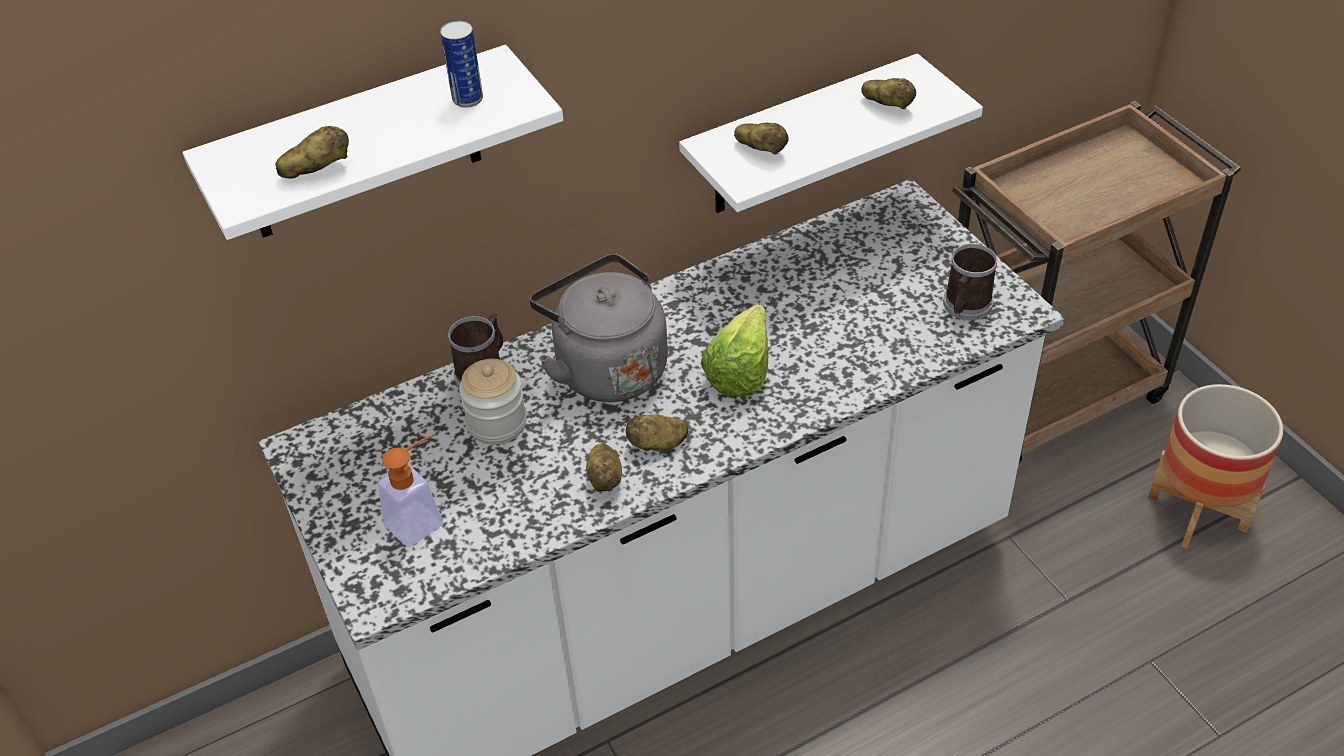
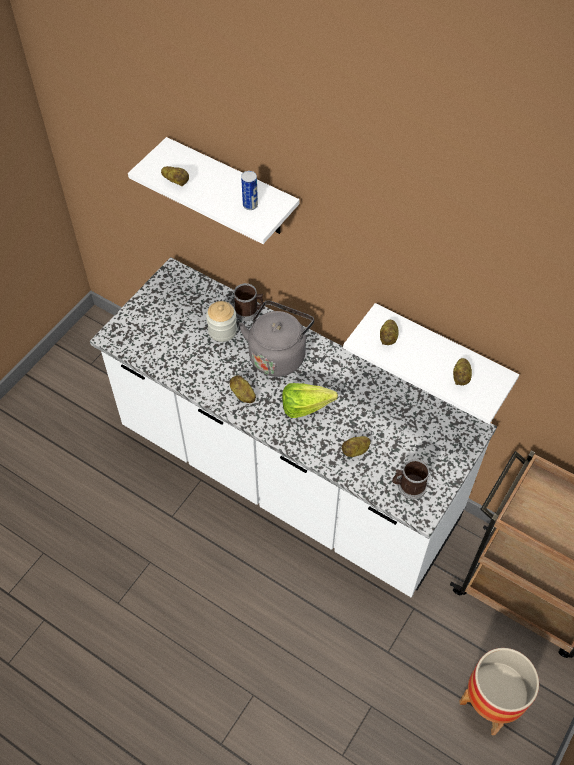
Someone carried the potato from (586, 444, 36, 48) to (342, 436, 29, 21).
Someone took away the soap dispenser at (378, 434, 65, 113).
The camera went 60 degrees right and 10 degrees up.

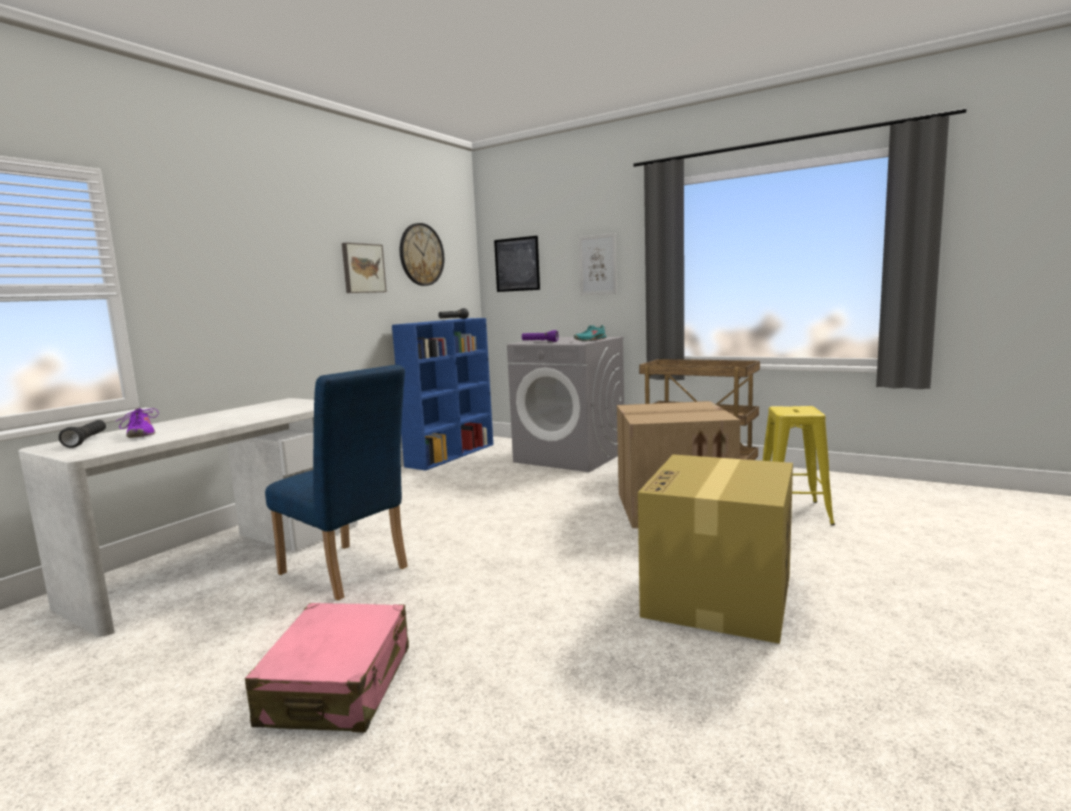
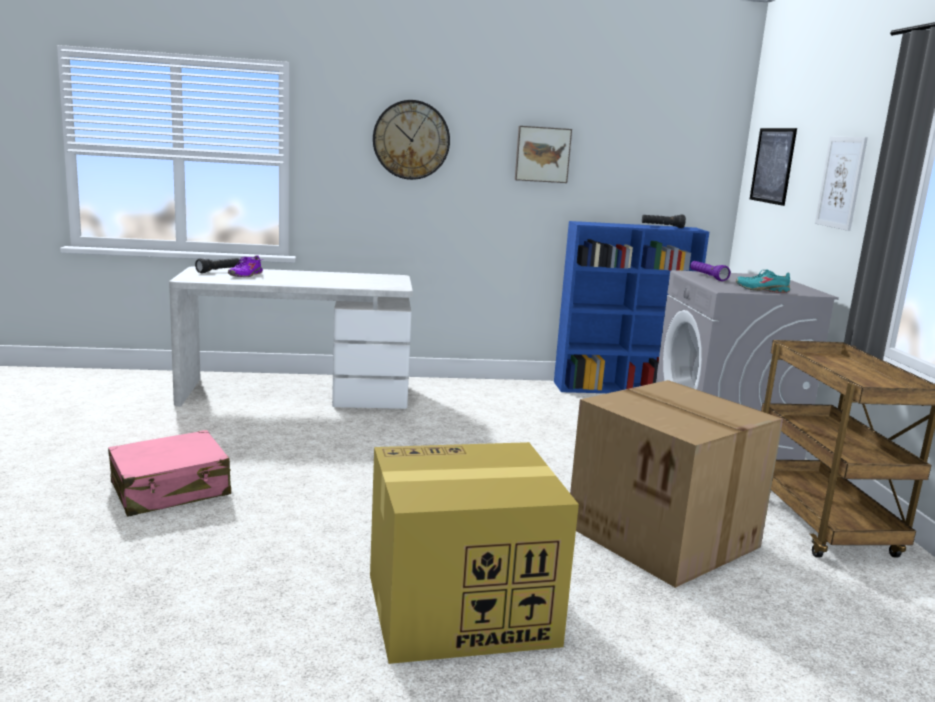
Someone carried the wall clock from (400, 223, 44, 63) to (373, 100, 77, 80).
Someone took away the chair (blue) at (265, 365, 143, 235).
Someone took away the stool (yellow) at (763, 406, 72, 119).
The camera went 50 degrees right and 5 degrees up.

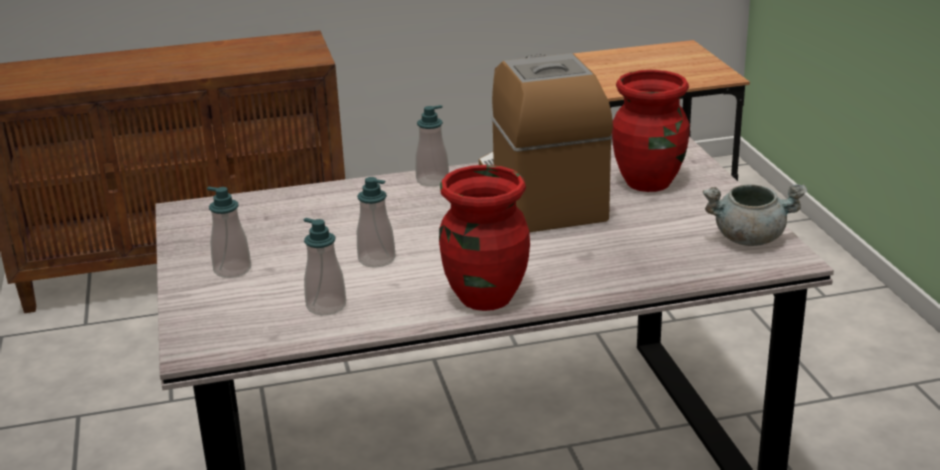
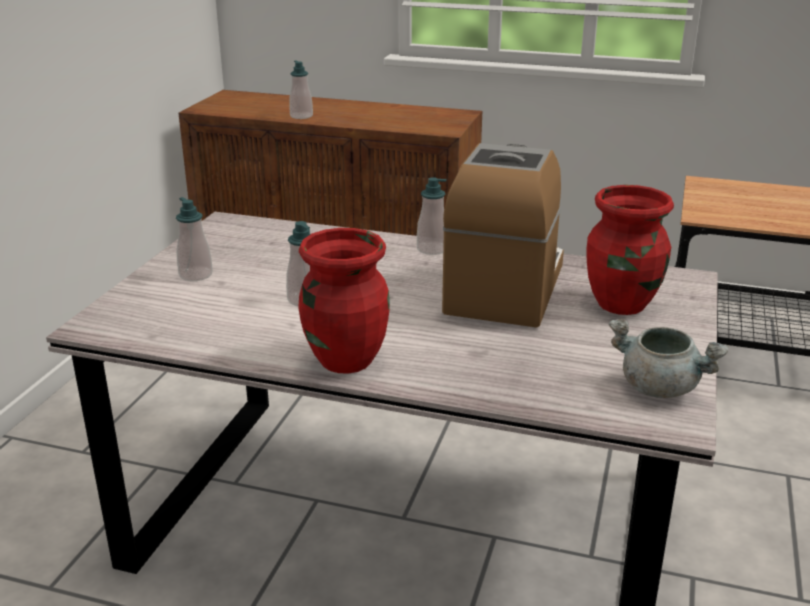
Someone carried the soap dispenser from (303, 218, 43, 97) to (289, 60, 24, 59).
The camera went 30 degrees right and 0 degrees up.

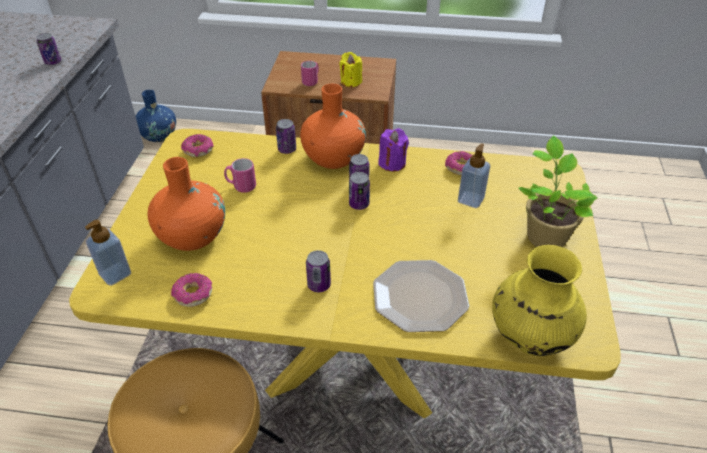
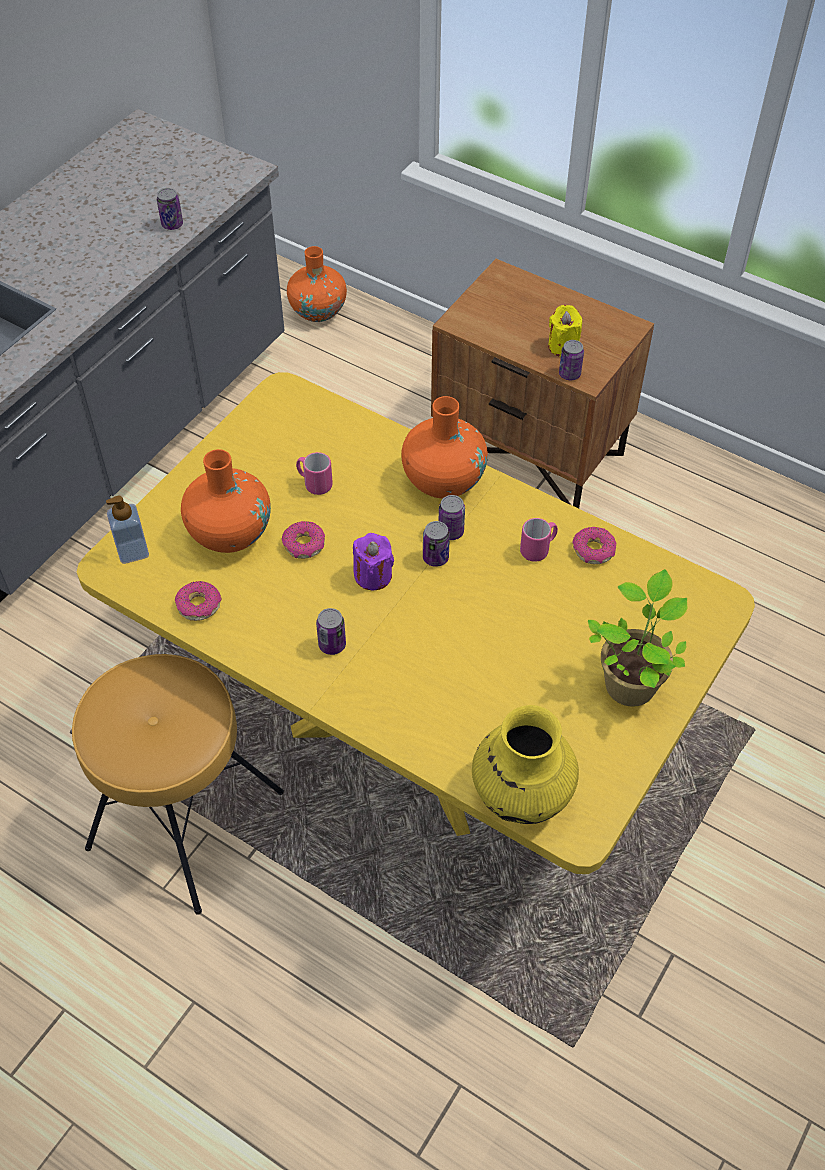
Someone carried the donut from (181, 134, 33, 23) to (282, 521, 43, 38).
Someone repainted the vase (blue) at (136, 90, 40, 52), which became the vase (orange) at (287, 246, 60, 76).
Someone carried the candle (purple) from (378, 128, 31, 43) to (353, 533, 41, 57).
Someone carried the mug (pink) from (301, 61, 18, 25) to (520, 518, 38, 44).
Someone carried the can from (276, 119, 20, 35) to (559, 340, 25, 40).
Someone took away the plate at (373, 260, 96, 72).
Someone took away the soap dispenser at (458, 144, 32, 64).
The camera went 25 degrees right and 10 degrees up.

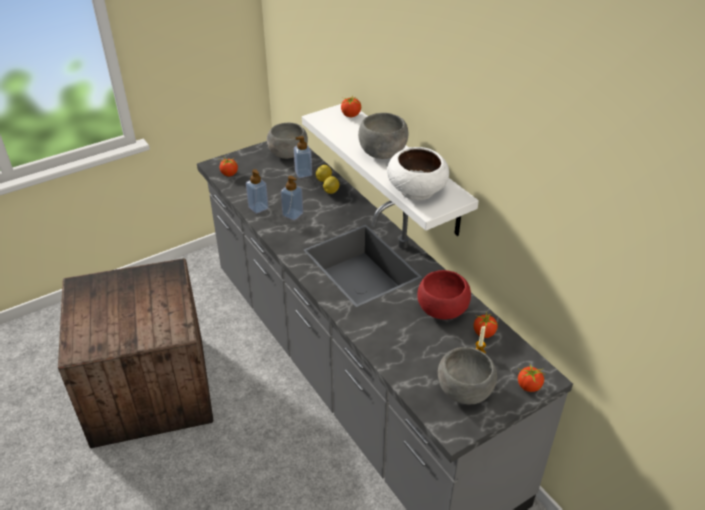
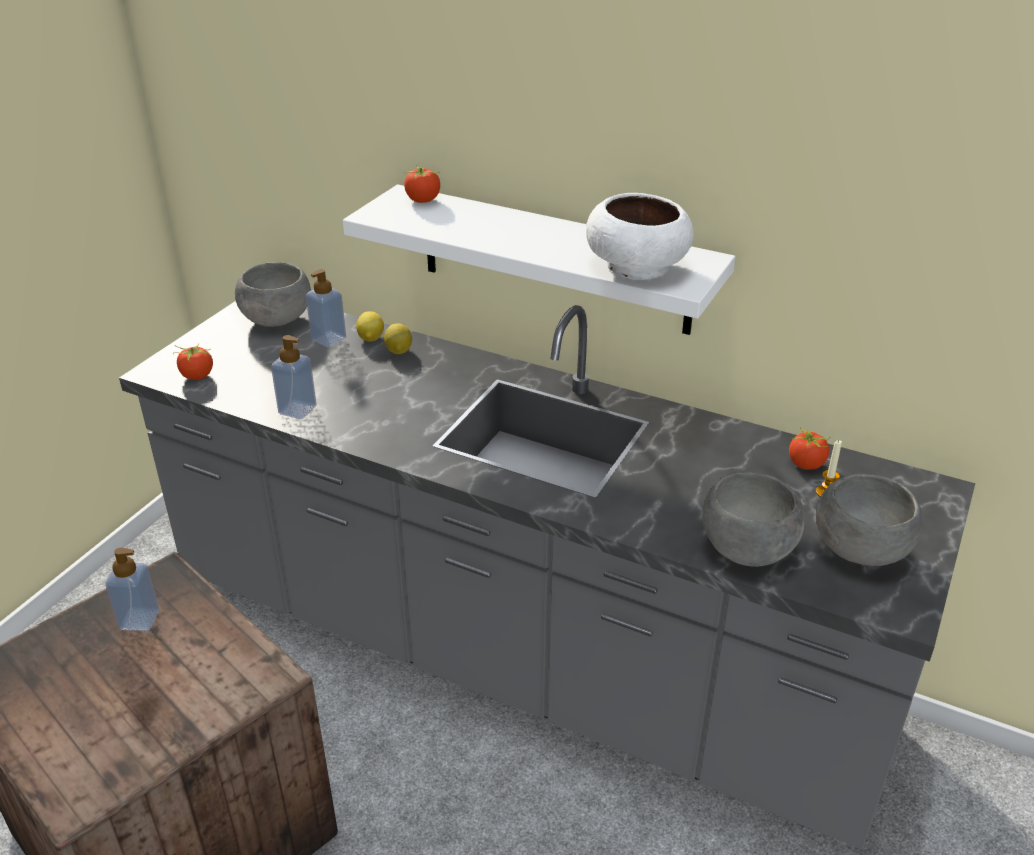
Someone carried the soap dispenser from (281, 176, 22, 44) to (105, 547, 54, 84).
Someone carried the bowl (grey) from (358, 113, 51, 46) to (702, 472, 103, 95).
Someone took away the bowl (red) at (417, 270, 54, 49).
Someone took away the tomato at (518, 365, 26, 27).
The camera went 30 degrees left and 5 degrees down.

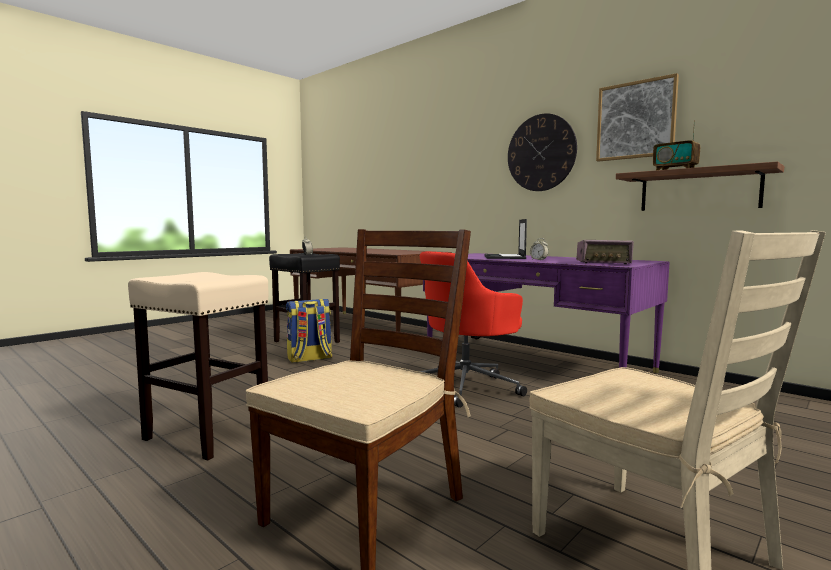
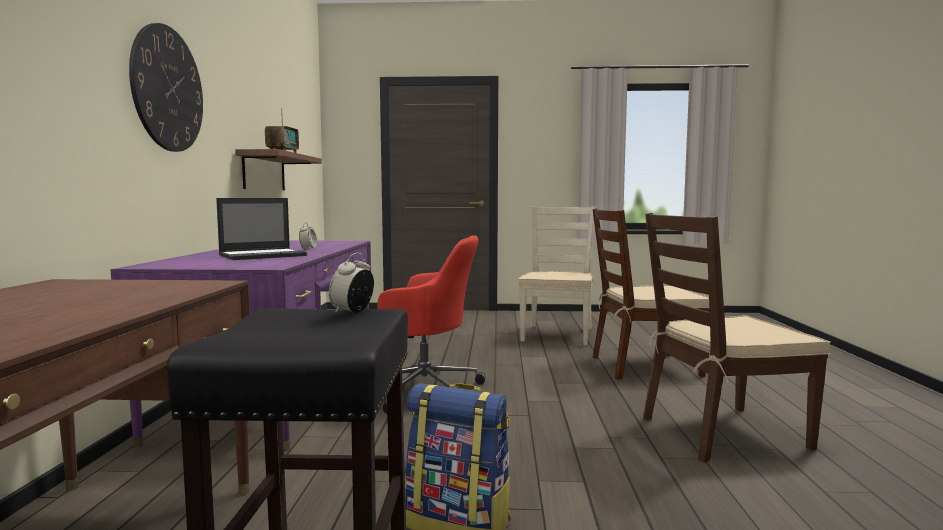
Someone swapped the stool (beige) at (128, 272, 140, 189) for the chair (brown) at (643, 213, 188, 249).
Someone took away the radio at (576, 240, 58, 24).
Someone took away the picture at (596, 73, 83, 89).
The camera went 130 degrees left and 0 degrees up.

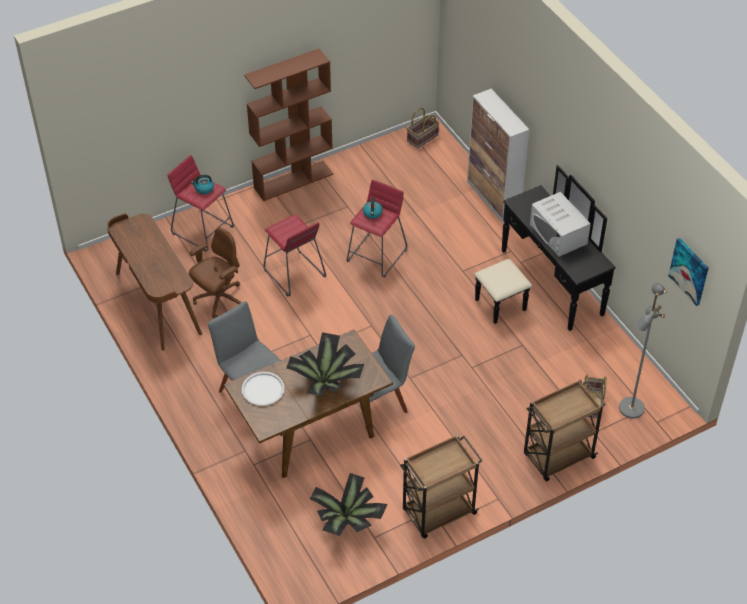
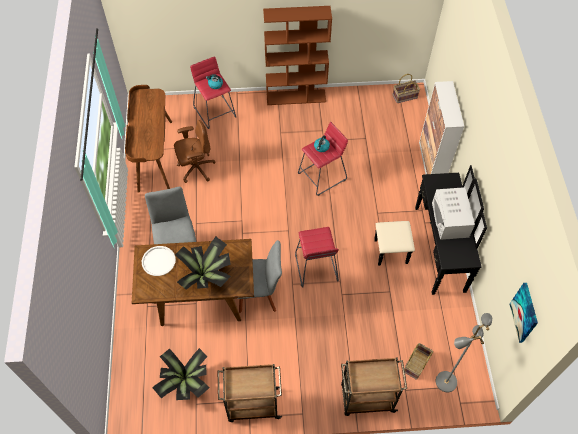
Someone carried the stool (red) from (264, 214, 62, 82) to (295, 227, 44, 61).
The camera went 25 degrees right and 10 degrees up.

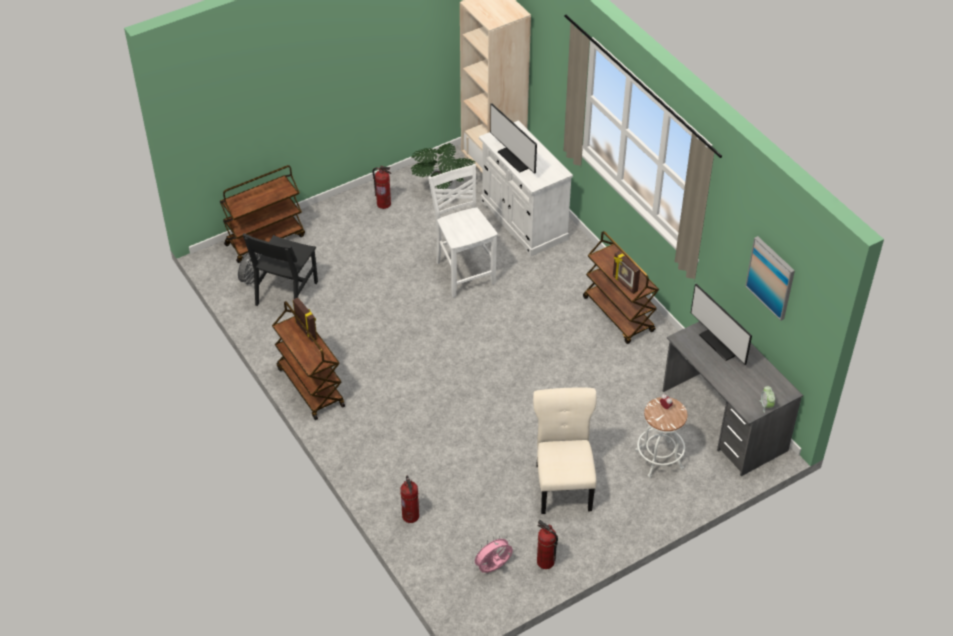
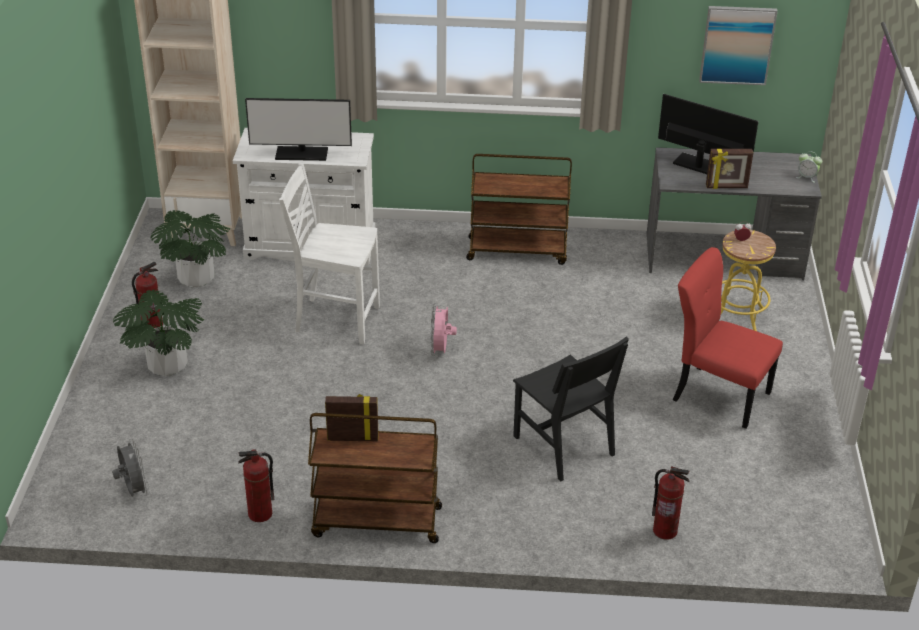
Someone put down the potted plant at (113, 290, 91, 86).
Someone carried the fire extinguisher from (537, 520, 21, 49) to (238, 449, 36, 73).
Someone carried the fan (pink) from (472, 537, 41, 36) to (430, 303, 27, 53).
Someone carried the chair (black) from (243, 233, 75, 73) to (513, 337, 116, 145).
Someone rotated the monitor at (691, 284, 61, 81) by 150 degrees counterclockwise.
Someone repainted the chair (beige) at (533, 388, 64, 126), which became the chair (red) at (673, 247, 110, 182).
Someone carried the picture frame from (613, 251, 27, 43) to (706, 149, 47, 40).
Someone repainted the stool (white) at (635, 397, 52, 80), which became the stool (yellow) at (721, 230, 55, 101).
Someone took away the cart (brown) at (220, 165, 85, 98).
The camera went 55 degrees left and 10 degrees down.

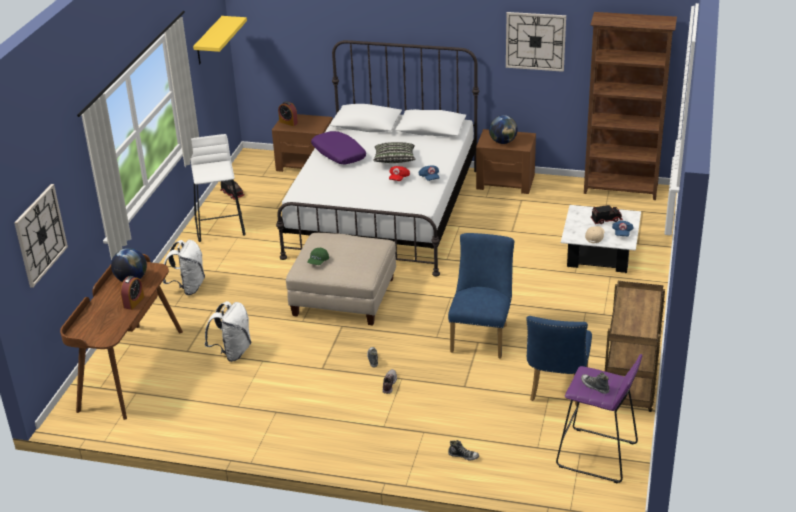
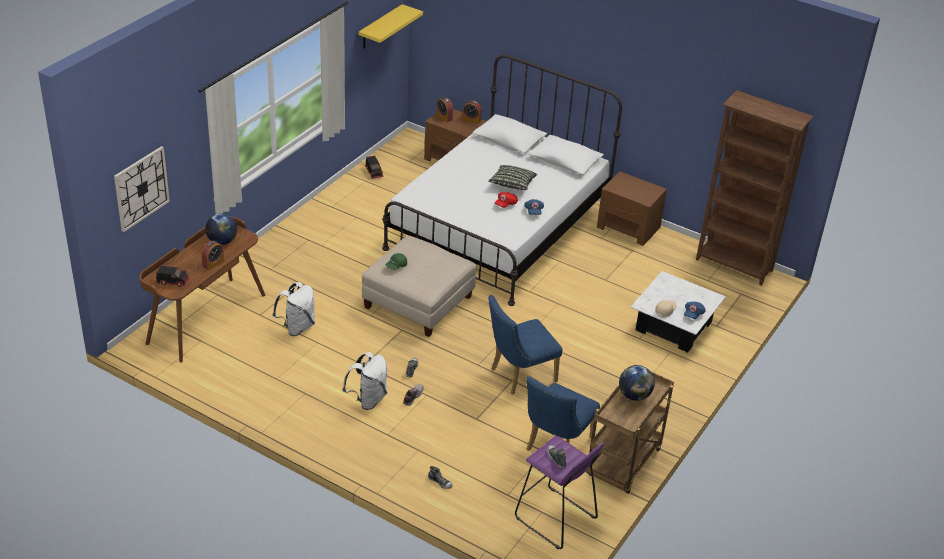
Someone carried the toy truck from (591, 205, 32, 19) to (156, 265, 34, 22).
Someone carried the backpack (white) from (163, 240, 42, 55) to (342, 352, 46, 58).
Someone put down the alarm clock at (462, 100, 20, 24).
Someone rotated the chair (blue) at (448, 233, 67, 125) by 150 degrees counterclockwise.
Someone carried the globe from (489, 115, 29, 29) to (619, 365, 36, 36).
Someone took away the stool (white) at (190, 134, 55, 108).
Someone took away the pillow (purple) at (311, 131, 55, 33).
Someone took away the wall clock at (506, 12, 60, 60).
The camera went 15 degrees right and 5 degrees up.

